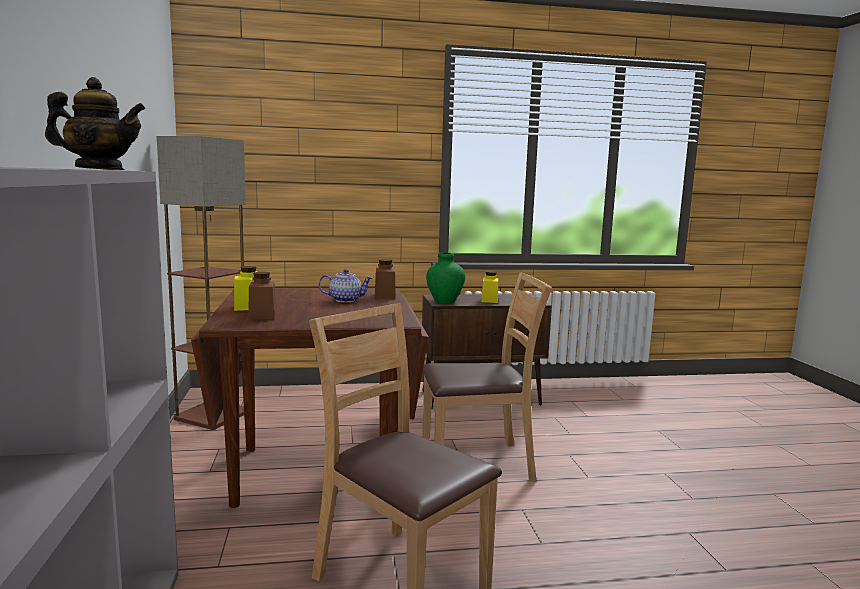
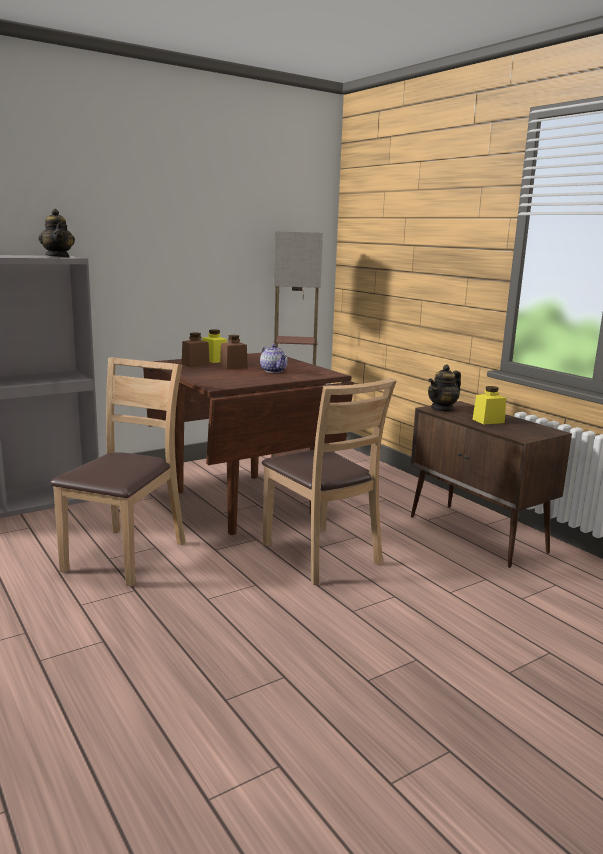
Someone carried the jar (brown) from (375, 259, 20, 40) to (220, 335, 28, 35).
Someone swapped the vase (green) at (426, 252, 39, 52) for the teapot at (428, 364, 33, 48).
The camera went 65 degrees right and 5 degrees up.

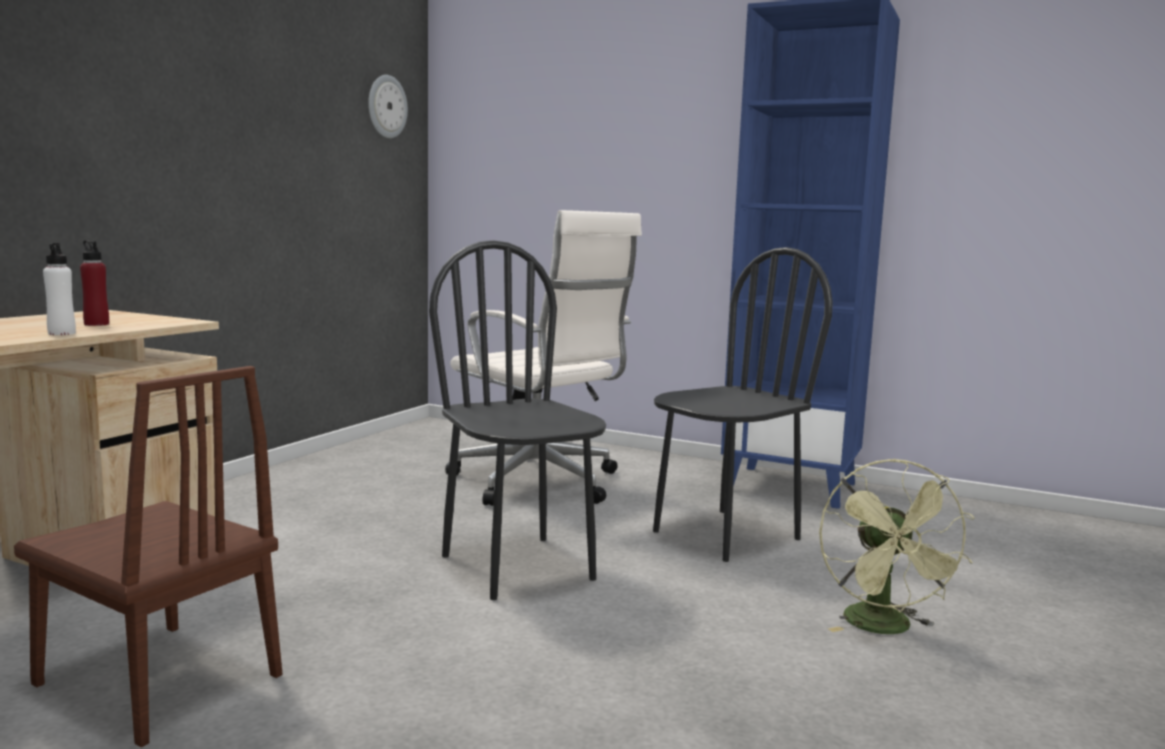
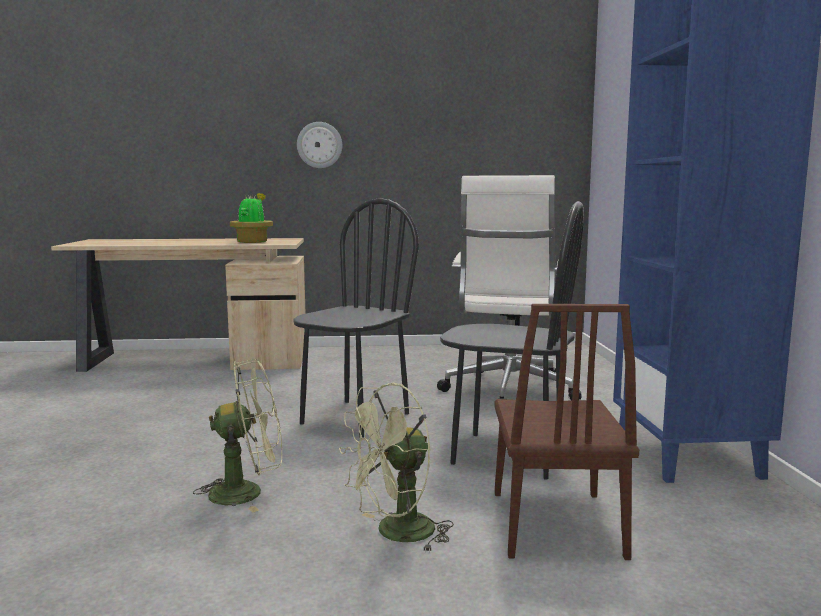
Someone put down the fan (green) at (193, 359, 89, 154).
Someone swapped the bottle (red) at (80, 240, 29, 86) for the potted plant at (230, 193, 43, 50).
Someone carried the wall clock from (368, 75, 40, 63) to (297, 122, 45, 46).
Someone carried the chair (brown) from (14, 366, 268, 381) to (494, 304, 145, 256).
Someone took away the bottle (white) at (43, 243, 33, 92).
The camera went 60 degrees right and 0 degrees up.

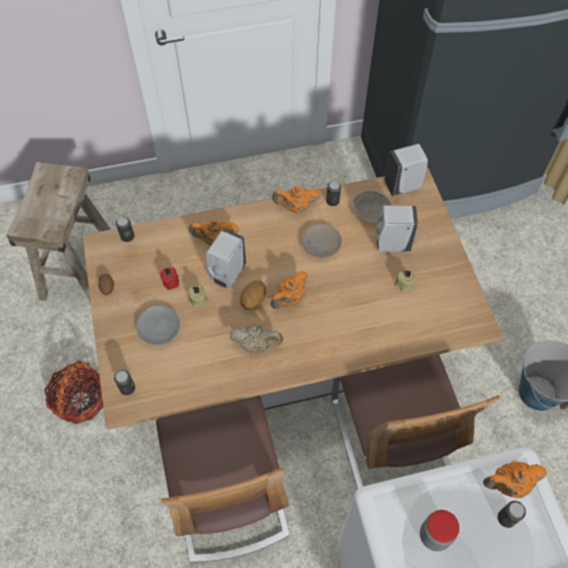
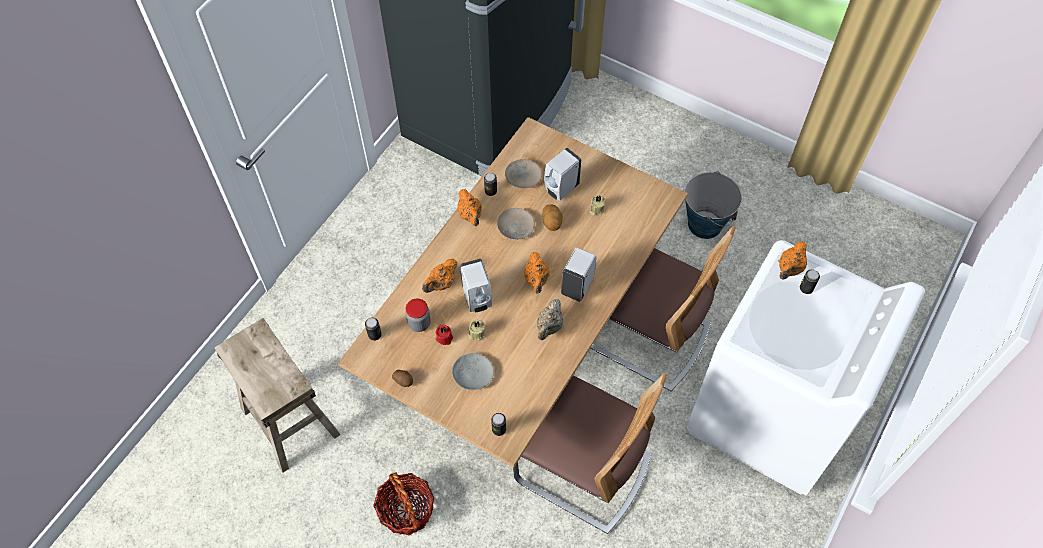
Someone carried the jar from (420, 510, 39, 41) to (405, 298, 26, 34).
Someone rotated the teapot (orange) at (272, 186, 48, 27) by 60 degrees counterclockwise.
Someone rotated the teapot (beige) at (229, 325, 54, 29) by 150 degrees clockwise.
Someone carried the potato from (240, 281, 26, 29) to (542, 204, 21, 27).
Someone carried the soap dispenser (white) from (385, 143, 43, 53) to (561, 248, 35, 54).
The camera went 45 degrees left and 0 degrees up.

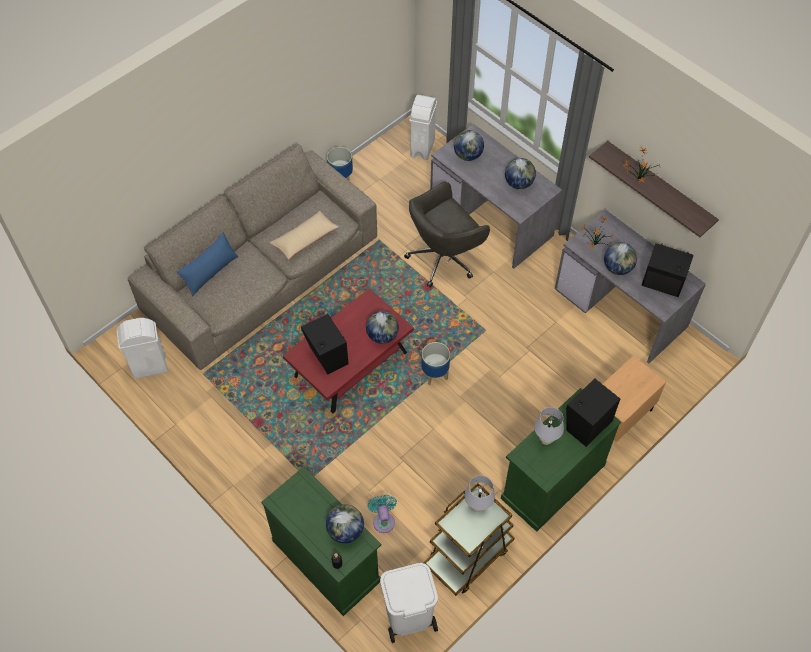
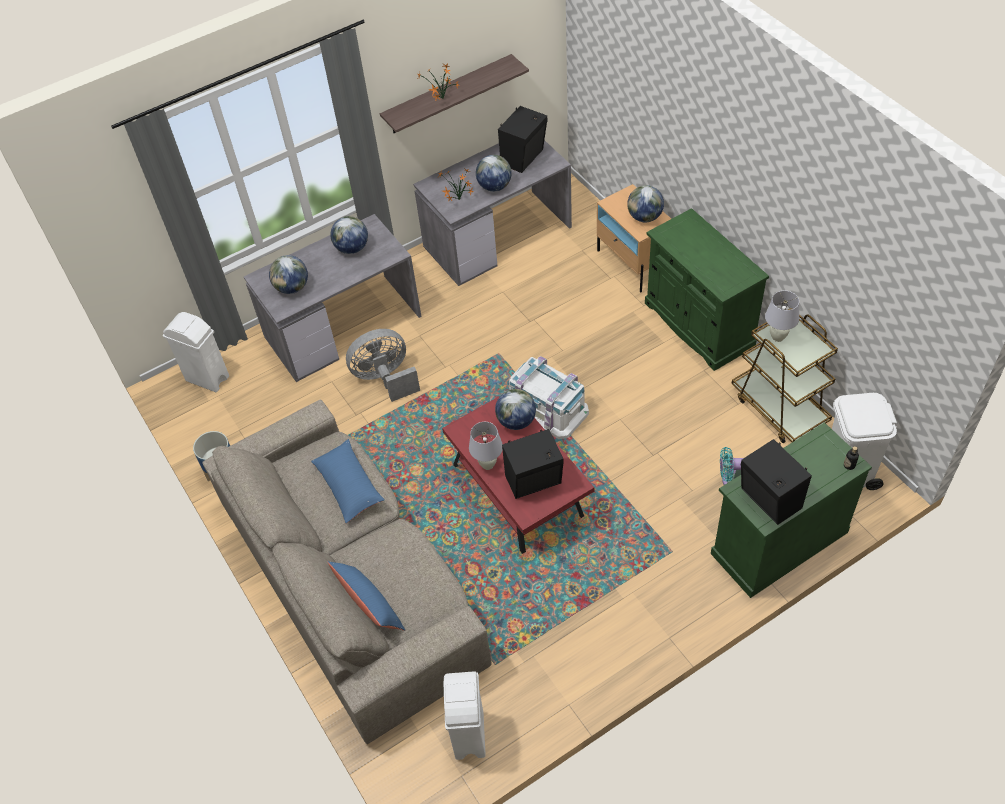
Someone repainted the pillow (beige) at (270, 211, 69, 49), which became the pillow (blue) at (311, 439, 74, 84).
Someone swapped the office chair (grey) at (404, 182, 86, 106) for the fan (grey) at (346, 329, 74, 73).
Someone carried the table lamp (white) from (534, 407, 30, 38) to (469, 422, 33, 48).
Someone swapped the planter at (422, 342, 28, 43) for the storage box (white) at (509, 356, 80, 83).
Someone carried the globe from (326, 505, 38, 39) to (627, 185, 37, 37).
Someone carried the speaker (black) from (566, 378, 54, 69) to (741, 439, 71, 86).
The camera went 75 degrees left and 5 degrees down.

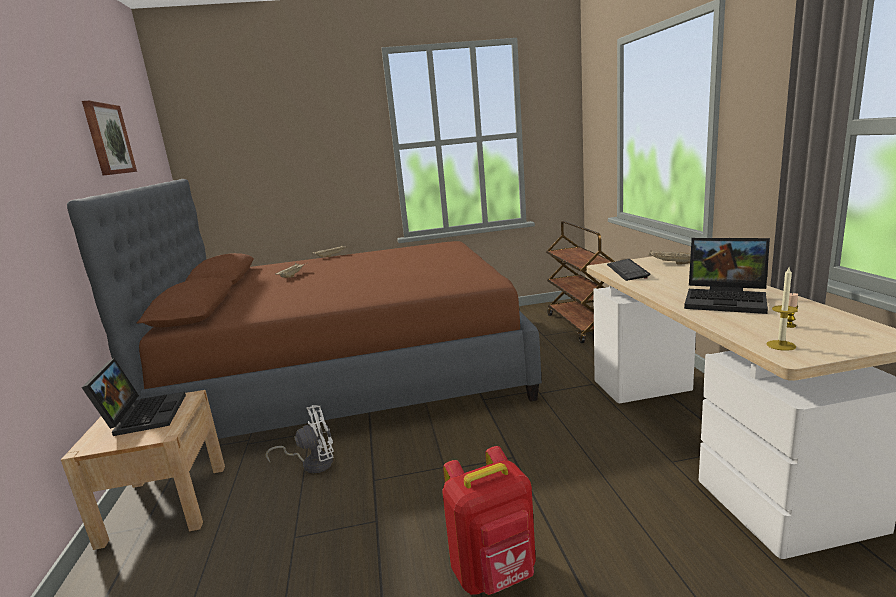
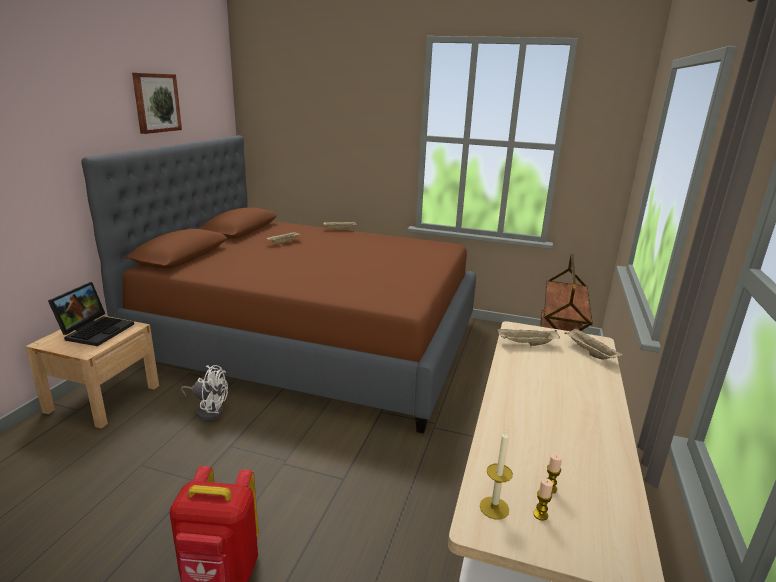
Someone swapped the keyboard at (607, 259, 43, 22) for the tray (beige) at (498, 329, 62, 17).
Someone put down the candle at (533, 478, 20, 43).
Someone took away the laptop at (684, 238, 86, 76).
The camera went 25 degrees right and 5 degrees up.

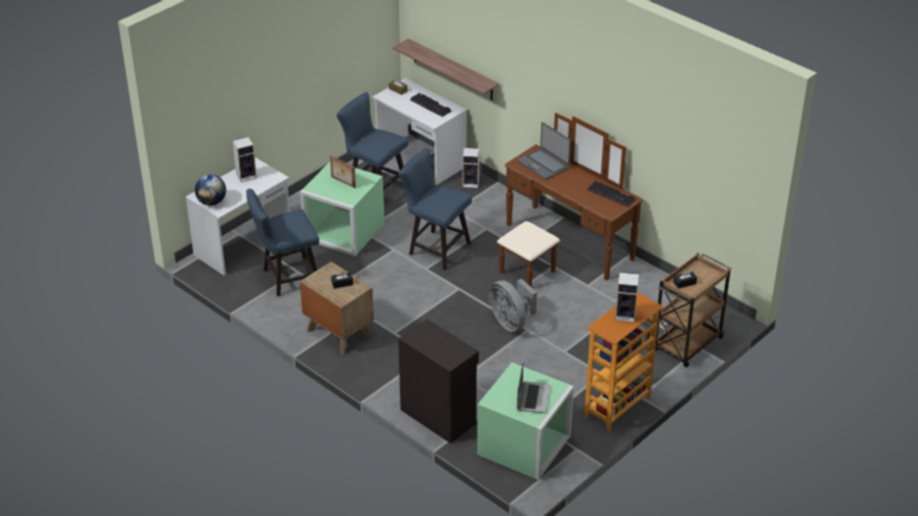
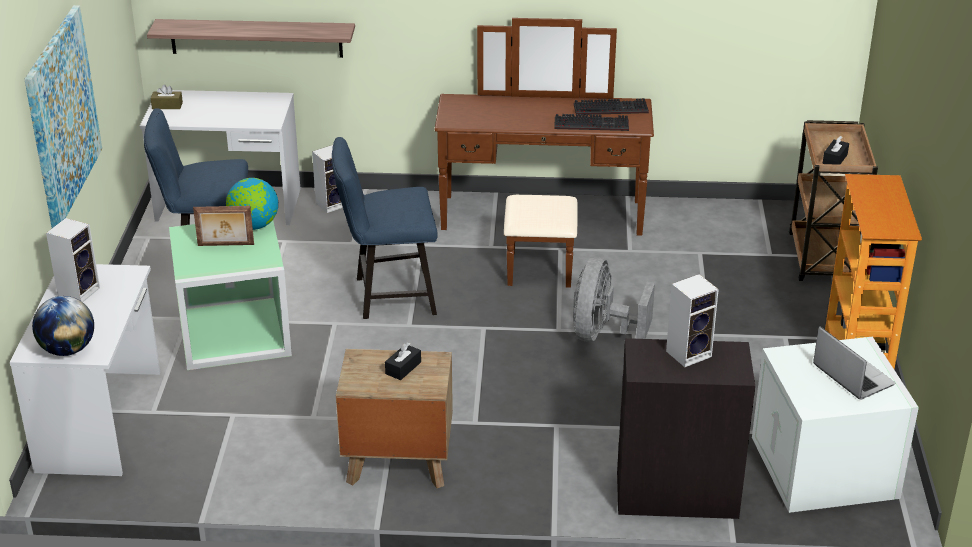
Someone put up the picture at (24, 5, 78, 223).
Someone put down the globe at (226, 178, 52, 52).
Someone carried the keyboard from (410, 92, 41, 25) to (554, 114, 75, 17).
Someone rotated the fan (grey) at (489, 279, 48, 53) by 90 degrees clockwise.
Someone carried the speaker from (615, 273, 24, 49) to (666, 274, 53, 93).
Someone repainted the storage box (green) at (477, 363, 97, 117), which became the storage box (white) at (752, 337, 167, 176).
Someone took away the chair (blue) at (246, 189, 73, 107).
Someone took away the laptop at (518, 122, 53, 58).
The camera went 40 degrees left and 5 degrees down.

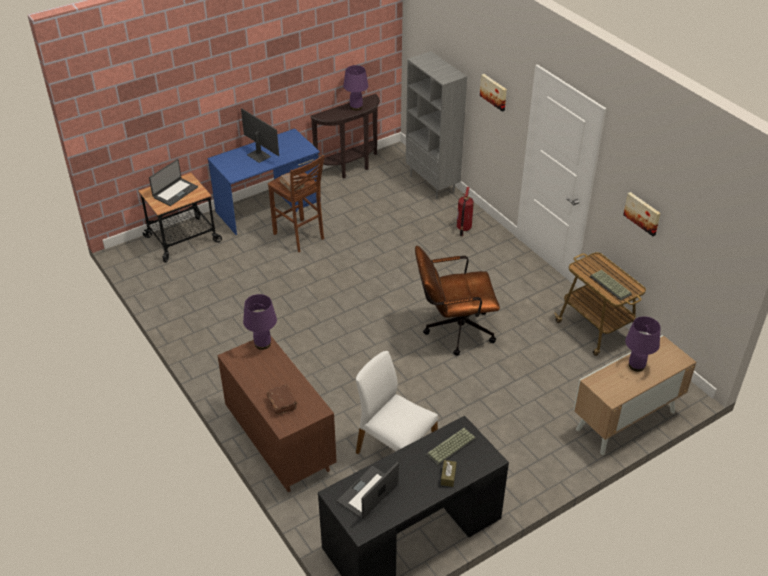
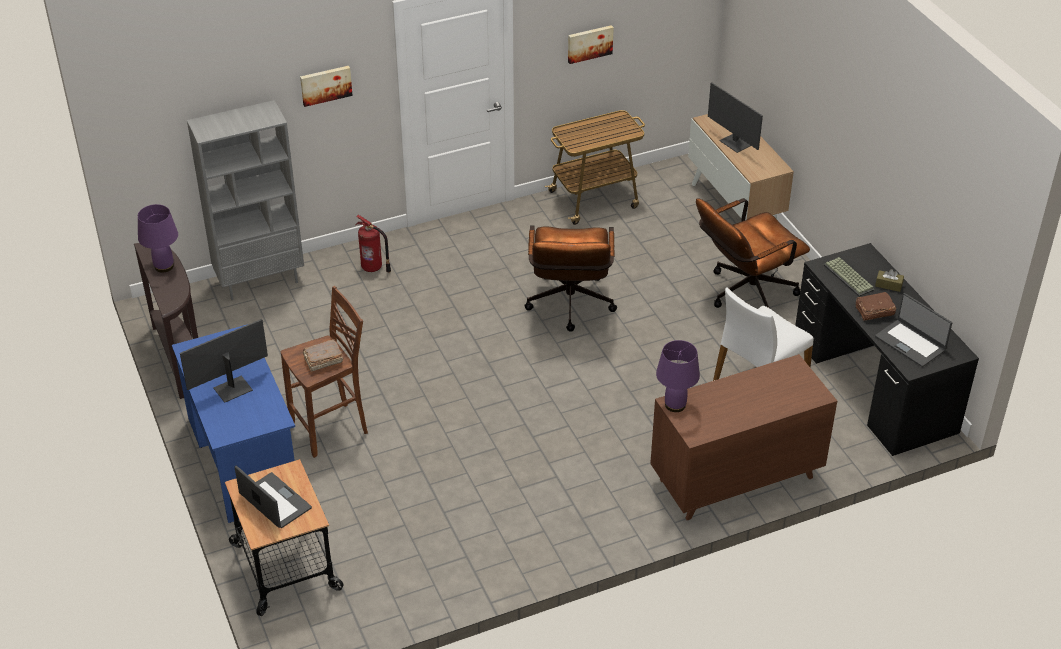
Someone put down the office chair (brown) at (696, 198, 114, 110).
Someone swapped the table lamp (purple) at (625, 316, 36, 56) for the monitor at (708, 82, 55, 71).
Someone carried the book (brown) from (267, 384, 31, 31) to (855, 292, 41, 29).
Someone took away the keyboard at (590, 270, 42, 31).
The camera went 80 degrees left and 0 degrees up.

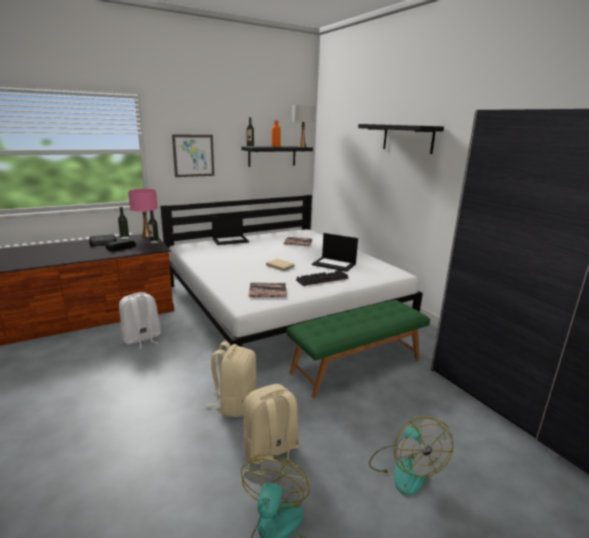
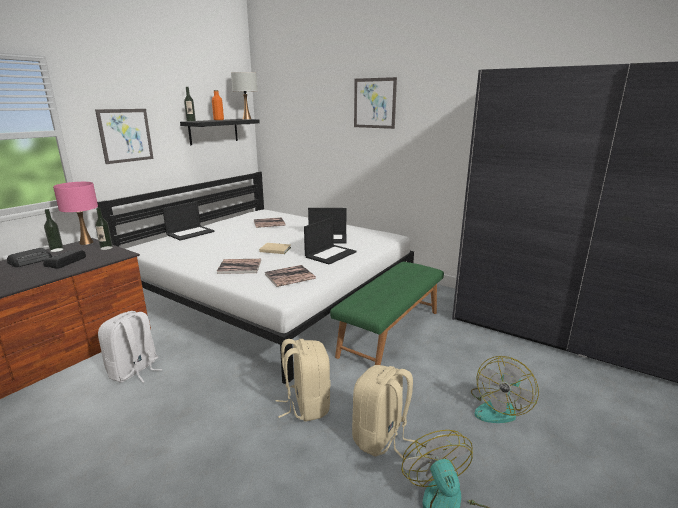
Someone put down the book at (217, 259, 44, 15).
Someone swapped the keyboard at (296, 270, 53, 16) for the laptop at (304, 217, 52, 48).
Someone swapped the shelf (black) at (358, 124, 86, 30) for the picture at (354, 77, 43, 52).
Someone rotated the fan at (369, 417, 84, 79) by 75 degrees clockwise.
The camera went 25 degrees left and 0 degrees up.

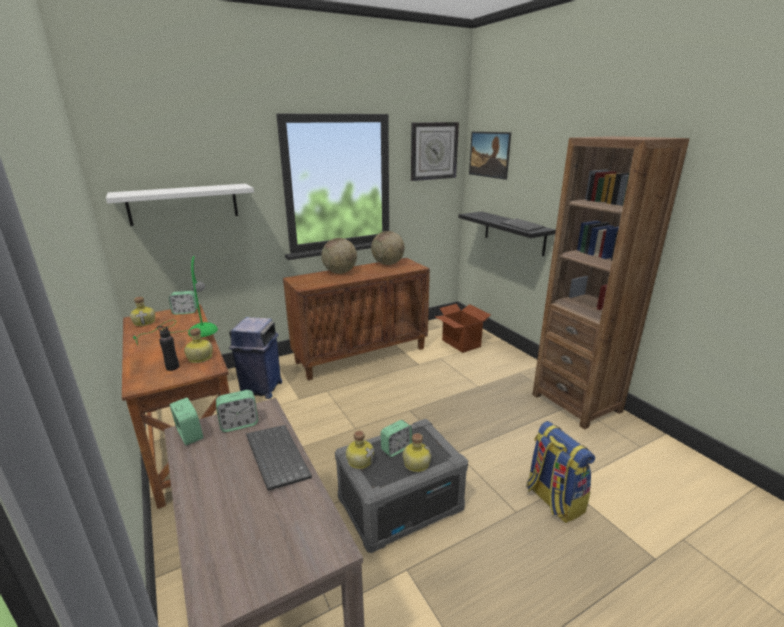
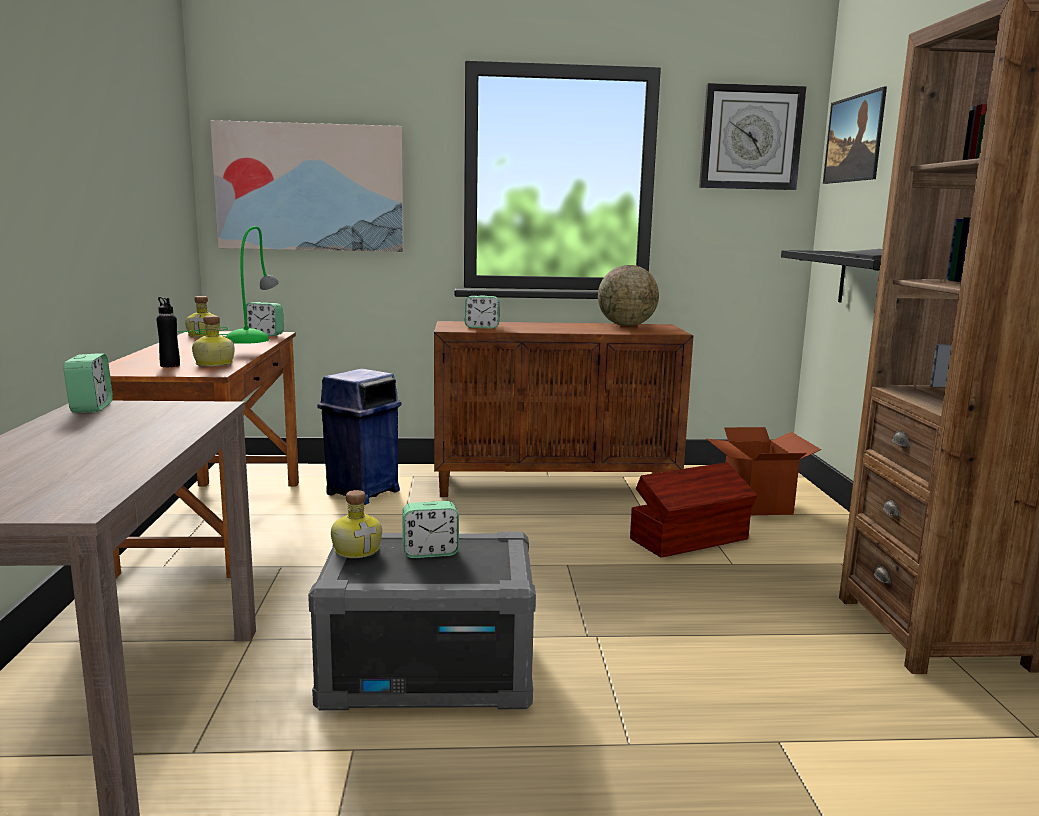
Someone swapped the shelf (white) at (106, 184, 148, 42) for the picture at (210, 120, 194, 132).
Someone carried the alarm clock from (216, 390, 42, 42) to (465, 296, 35, 33).
Someone put down the storage box (brown) at (630, 462, 127, 96).
Someone took away the keyboard at (246, 425, 66, 66).
Someone took away the globe at (321, 238, 36, 36).
Someone took away the bottle at (403, 433, 29, 39).
Someone took away the backpack at (526, 421, 69, 102).
The camera went 25 degrees right and 10 degrees down.

